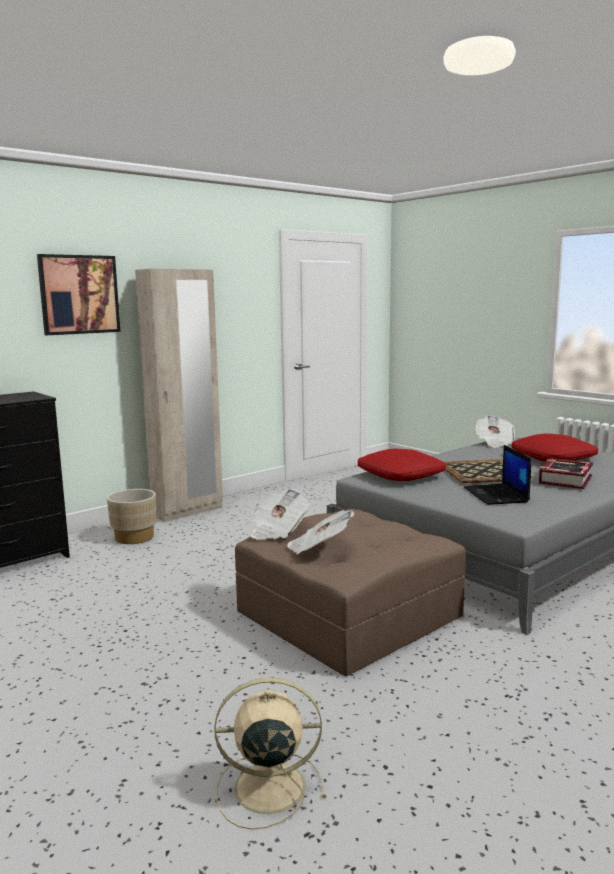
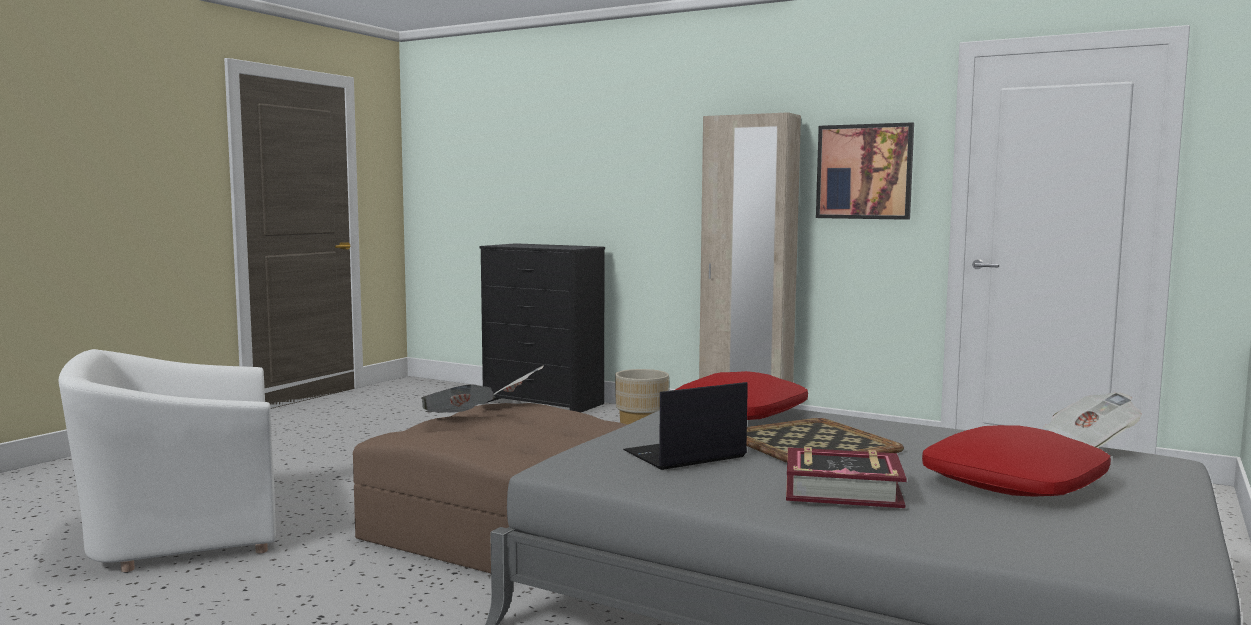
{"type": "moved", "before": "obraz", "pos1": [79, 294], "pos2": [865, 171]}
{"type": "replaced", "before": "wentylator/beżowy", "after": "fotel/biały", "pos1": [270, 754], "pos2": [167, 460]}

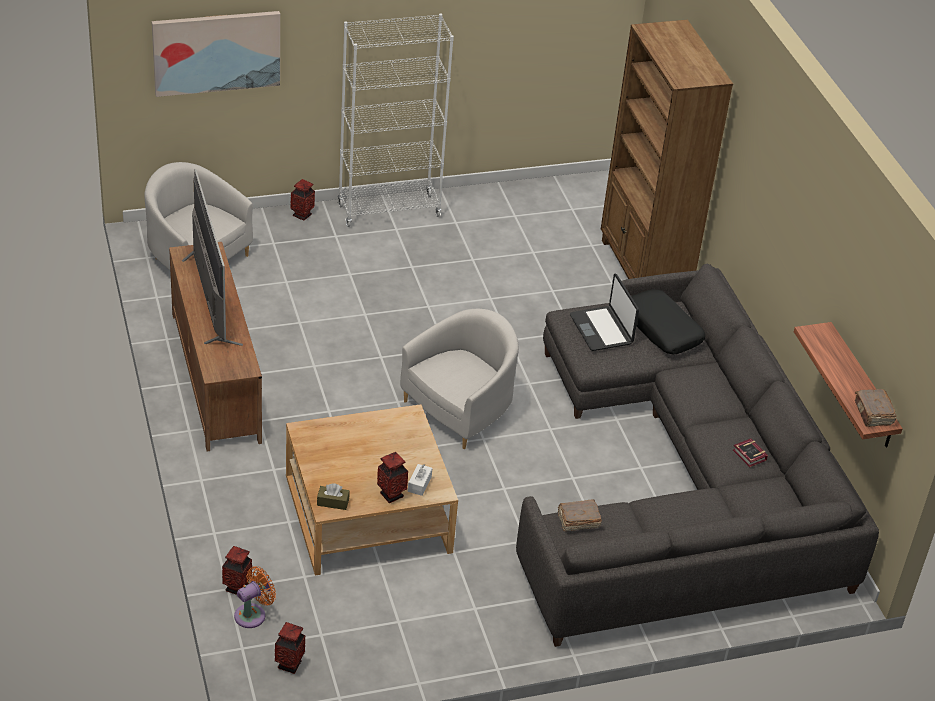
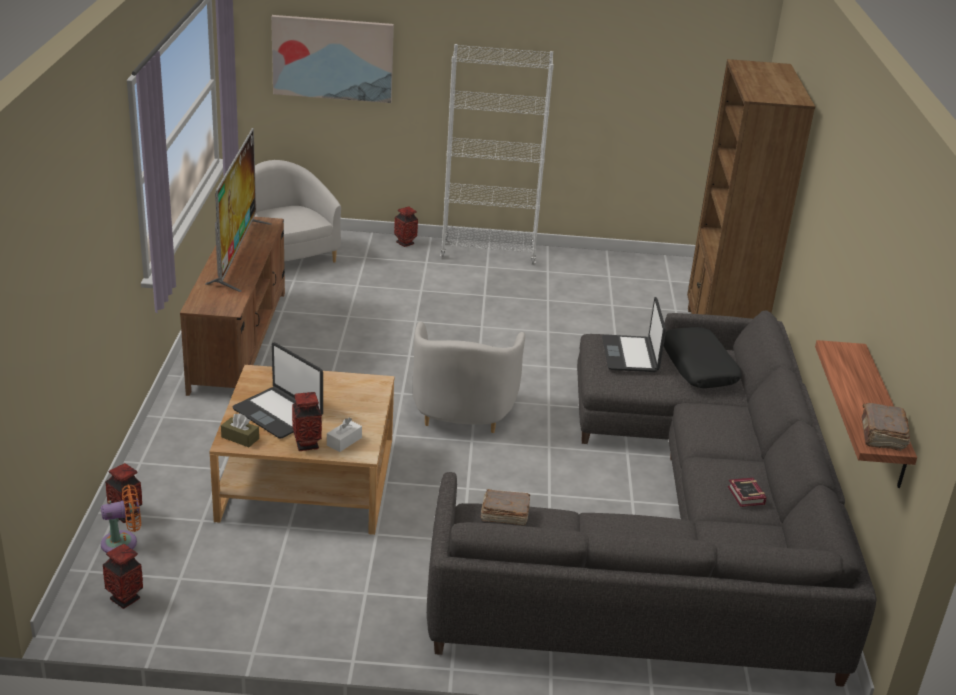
{"type": "added", "after": "laptop", "pos2": [278, 390]}
{"type": "turned", "before": "fotel/biały", "pos1": [459, 379], "pos2": [469, 377], "turn": 120}

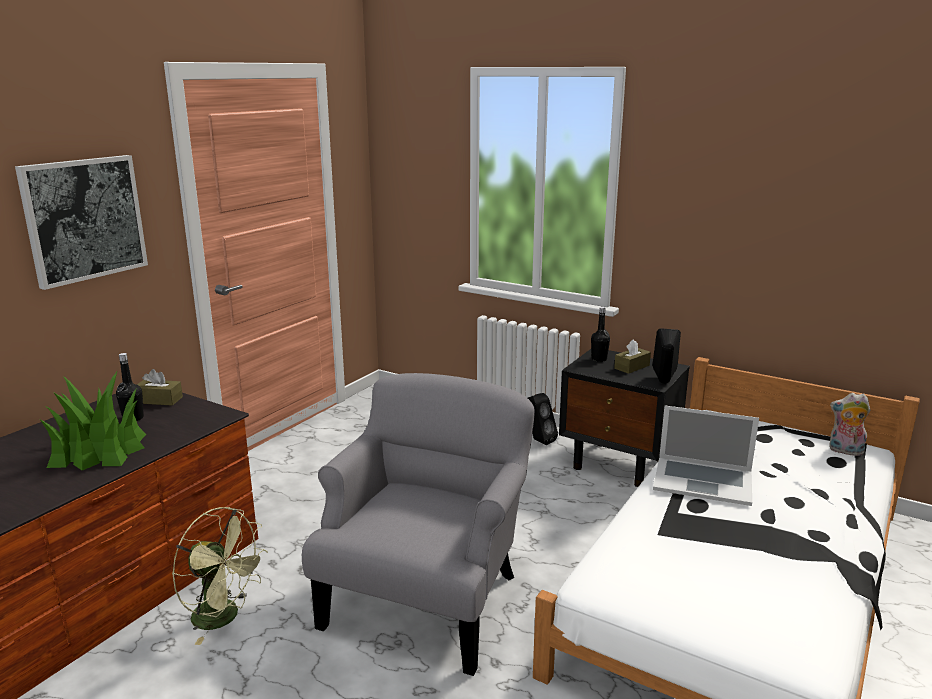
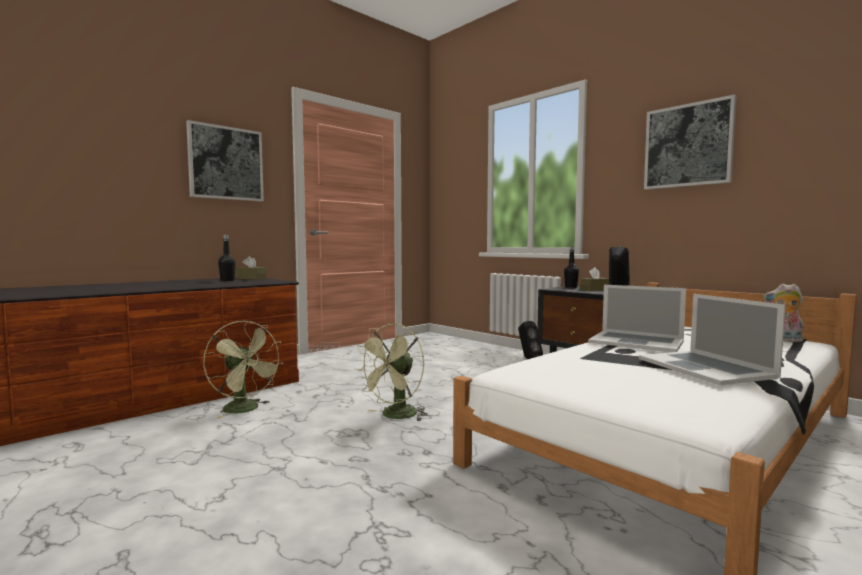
{"type": "removed", "before": "roślina doniczkowa", "pos1": [93, 421]}
{"type": "added", "after": "laptop", "pos2": [712, 339]}
{"type": "added", "after": "obraz", "pos2": [690, 142]}
{"type": "replaced", "before": "fotel/szary", "after": "wentylator/zielony", "pos1": [418, 524], "pos2": [391, 372]}

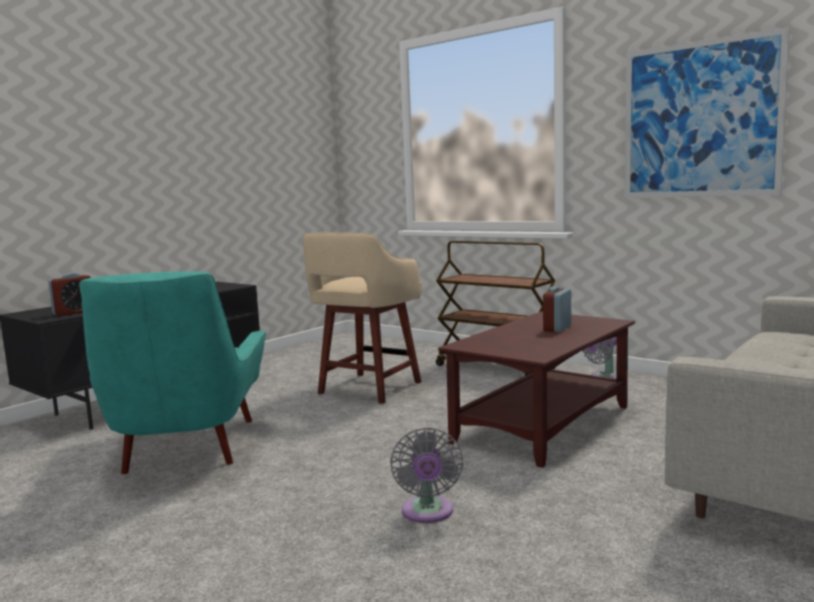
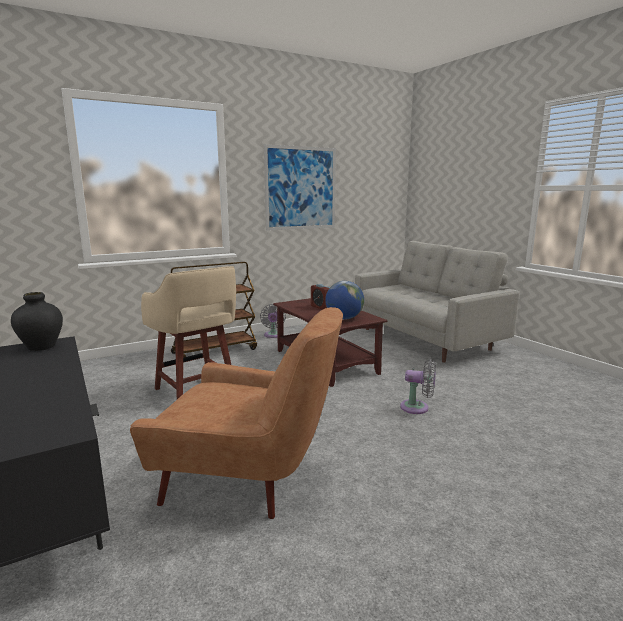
{"type": "removed", "before": "budzik", "pos1": [69, 294]}
{"type": "added", "after": "wazon/czarny", "pos2": [37, 321]}
{"type": "added", "after": "globus", "pos2": [344, 300]}
{"type": "recoloured", "before": "fotel/turkusowy", "after": "fotel/brązowy", "pos1": [172, 372], "pos2": [236, 413]}

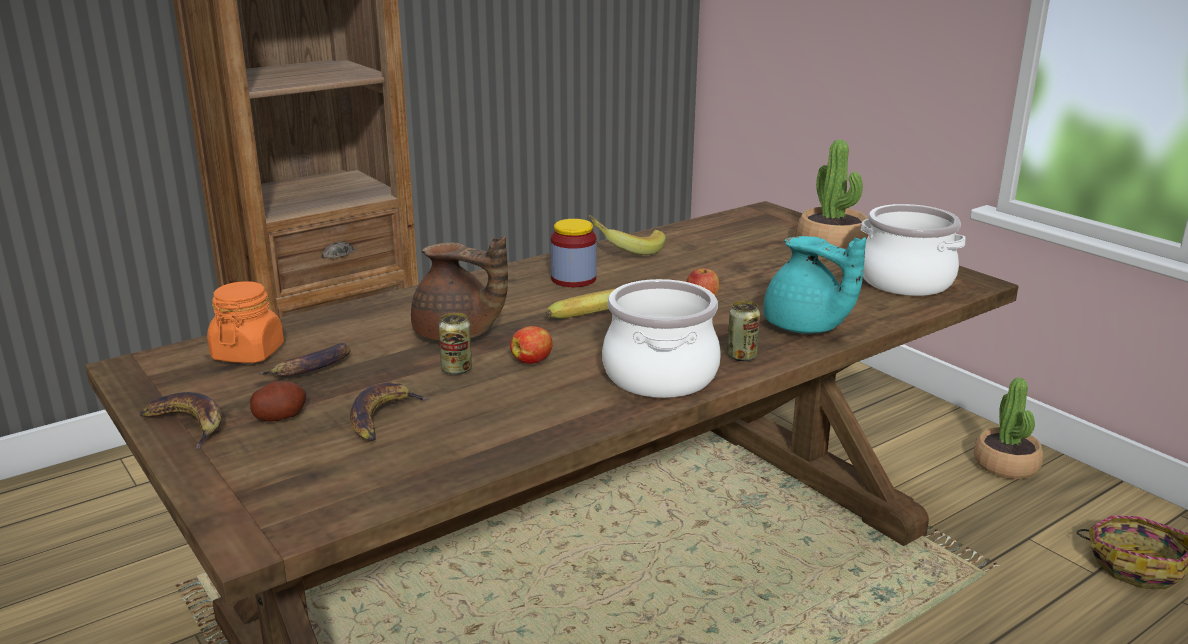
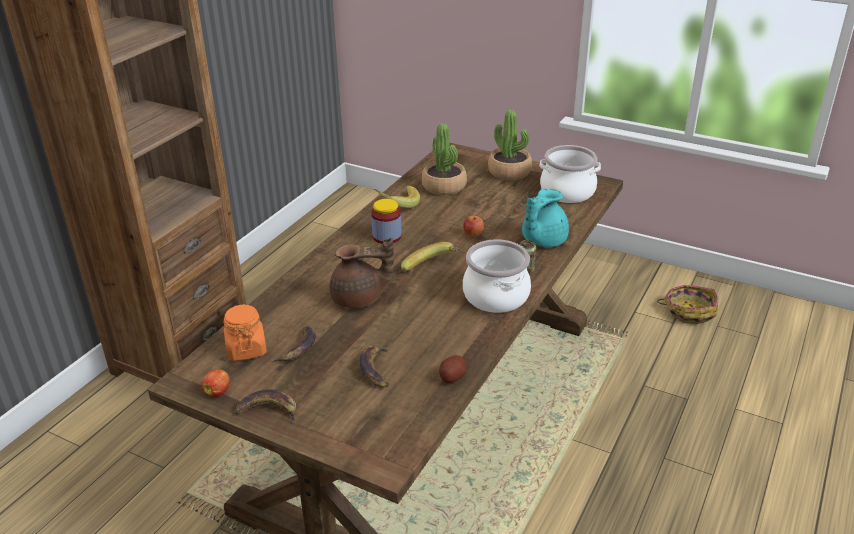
{"type": "removed", "before": "puszka", "pos1": [455, 344]}
{"type": "moved", "before": "ziemniak", "pos1": [278, 401], "pos2": [452, 369]}
{"type": "moved", "before": "jabłko", "pos1": [531, 345], "pos2": [215, 383]}
{"type": "moved", "before": "roślina doniczkowa", "pos1": [1008, 428], "pos2": [444, 159]}
{"type": "turned", "before": "imbryk/turkusowy", "pos1": [814, 285], "pos2": [545, 217], "turn": 105}

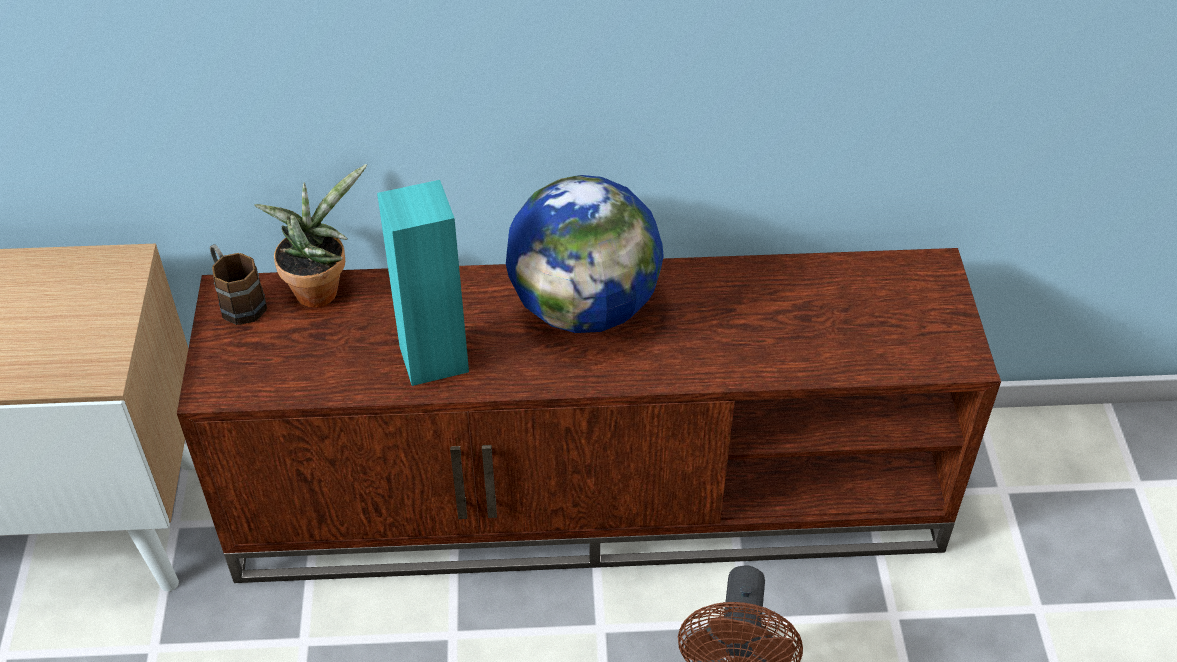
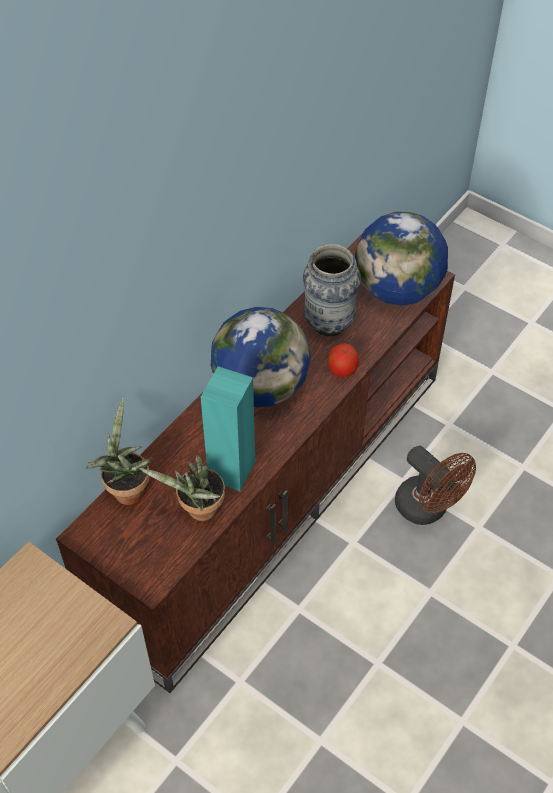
{"type": "removed", "before": "kubek/brązowy", "pos1": [238, 284]}
{"type": "added", "after": "roślina doniczkowa", "pos2": [182, 488]}
{"type": "added", "after": "wazon", "pos2": [332, 290]}
{"type": "added", "after": "jabłko", "pos2": [343, 360]}
{"type": "added", "after": "globus", "pos2": [401, 259]}

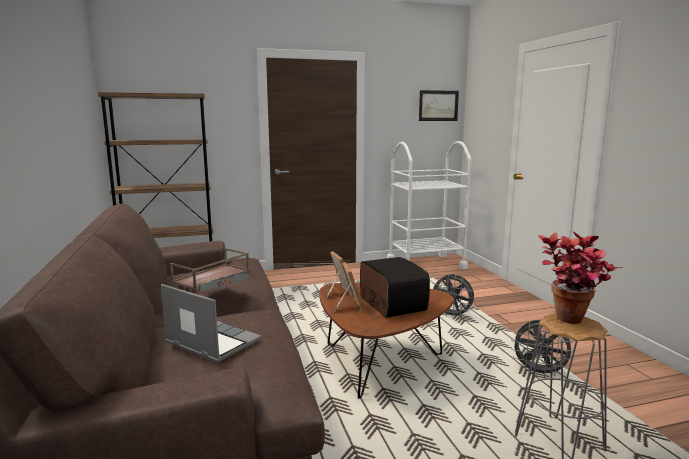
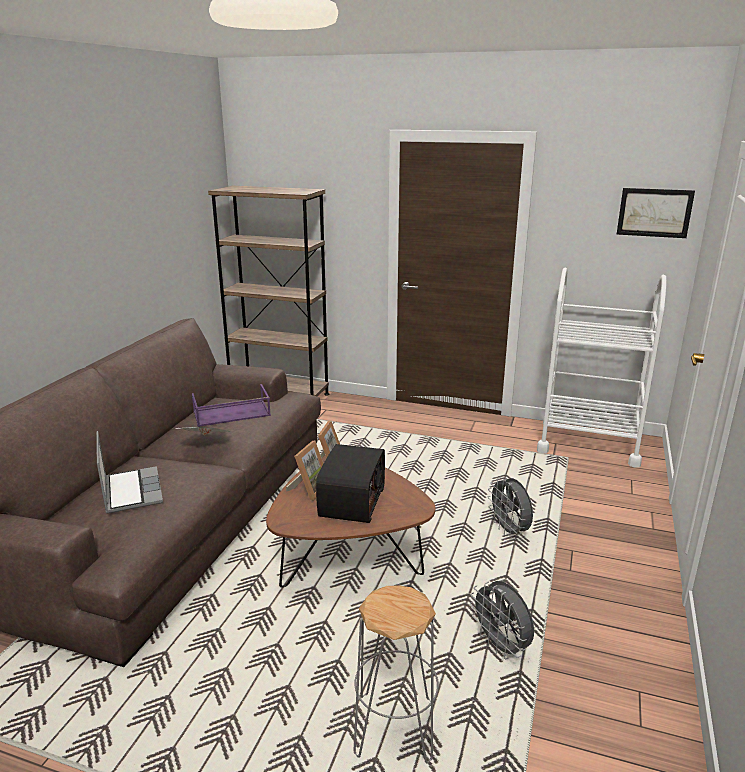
{"type": "removed", "before": "roślina doniczkowa", "pos1": [578, 278]}
{"type": "recoloured", "before": "taca/brązowy", "after": "taca/fioletowy", "pos1": [209, 269], "pos2": [231, 405]}

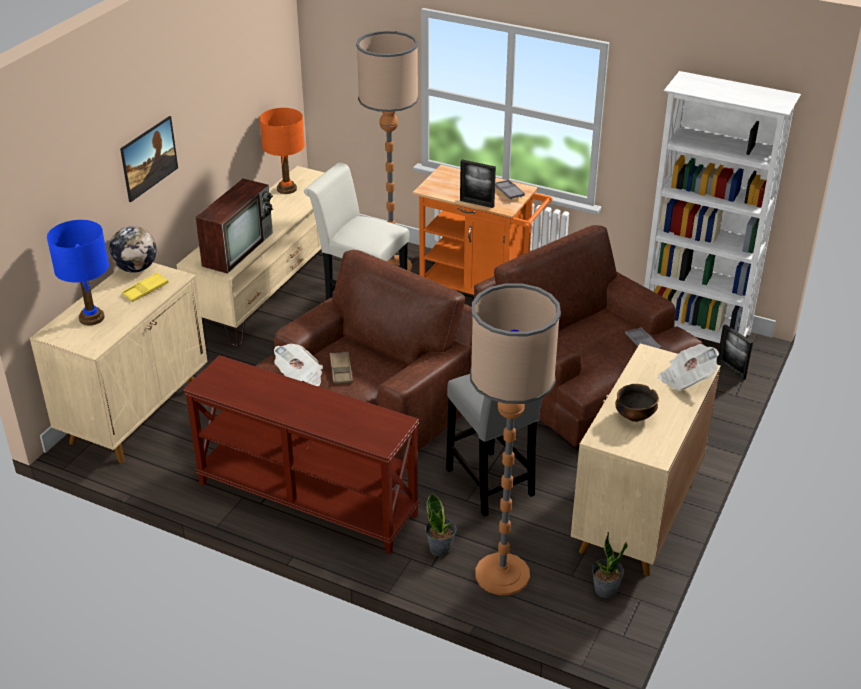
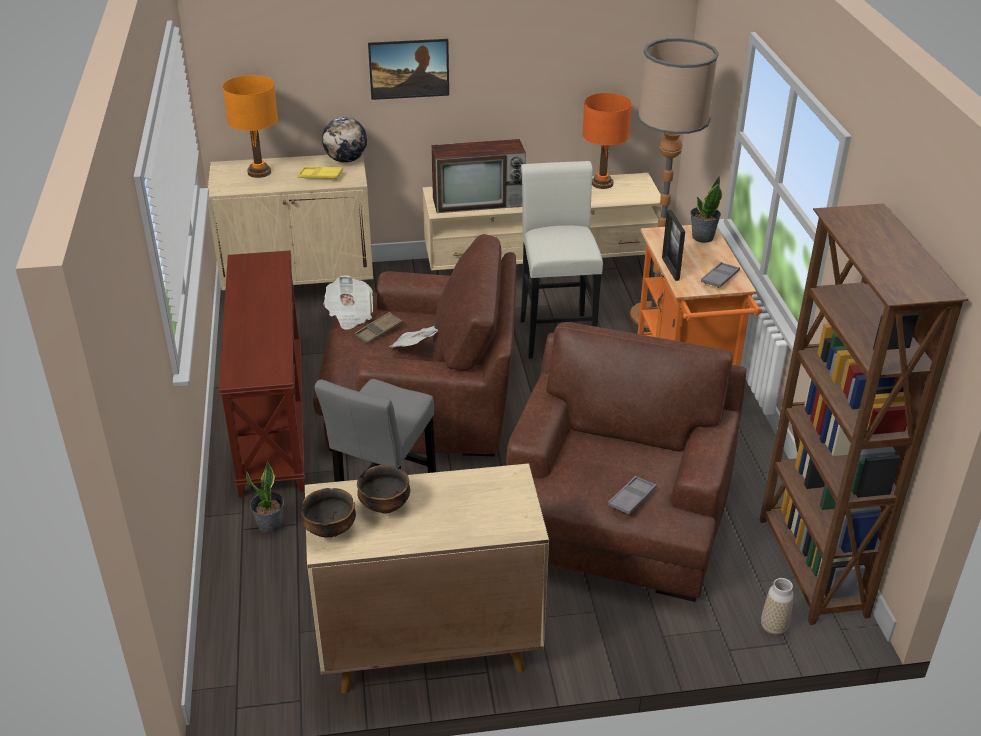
{"type": "removed", "before": "lampa stojąca", "pos1": [515, 439]}
{"type": "added", "after": "miska", "pos2": [328, 513]}
{"type": "moved", "before": "roślina doniczkowa", "pos1": [610, 565], "pos2": [706, 209]}
{"type": "moved", "before": "gazeta", "pos1": [688, 368], "pos2": [413, 336]}
{"type": "replaced", "before": "ramka na zdjęcie", "after": "wazon", "pos1": [735, 352], "pos2": [777, 606]}
{"type": "recoloured", "before": "lampa stołowa/niebieski", "after": "lampa stołowa/pomarańczowy", "pos1": [78, 272], "pos2": [250, 126]}
{"type": "recoloured", "before": "regał/biały", "after": "regał/brązowy", "pos1": [722, 207], "pos2": [864, 414]}

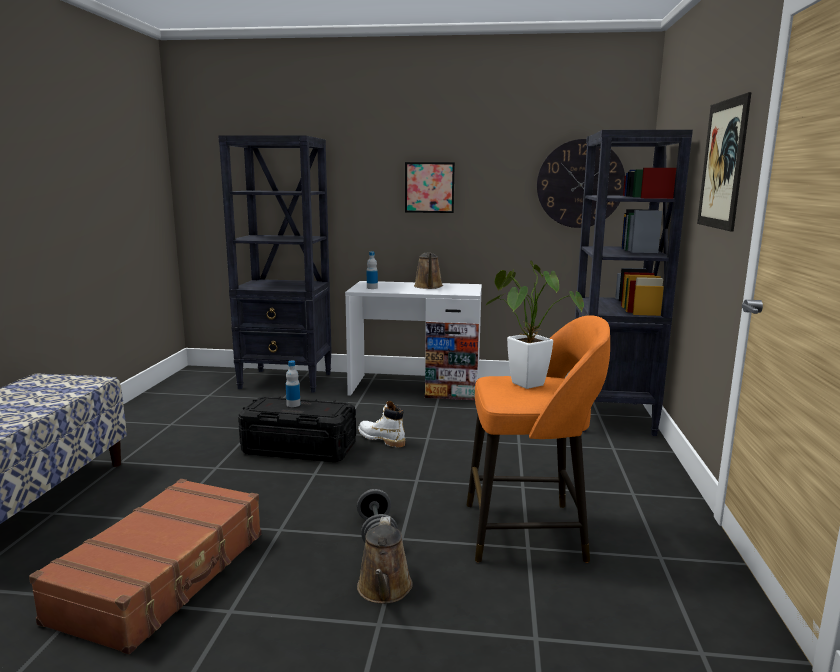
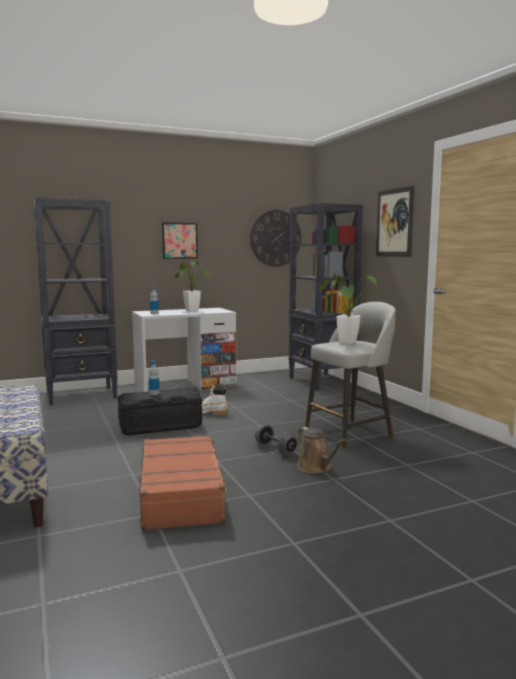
{"type": "replaced", "before": "konewka/brązowy", "after": "roślina doniczkowa", "pos1": [428, 271], "pos2": [192, 286]}
{"type": "recoloured", "before": "stołek/pomarańczowy", "after": "stołek/szary", "pos1": [538, 439], "pos2": [350, 375]}

